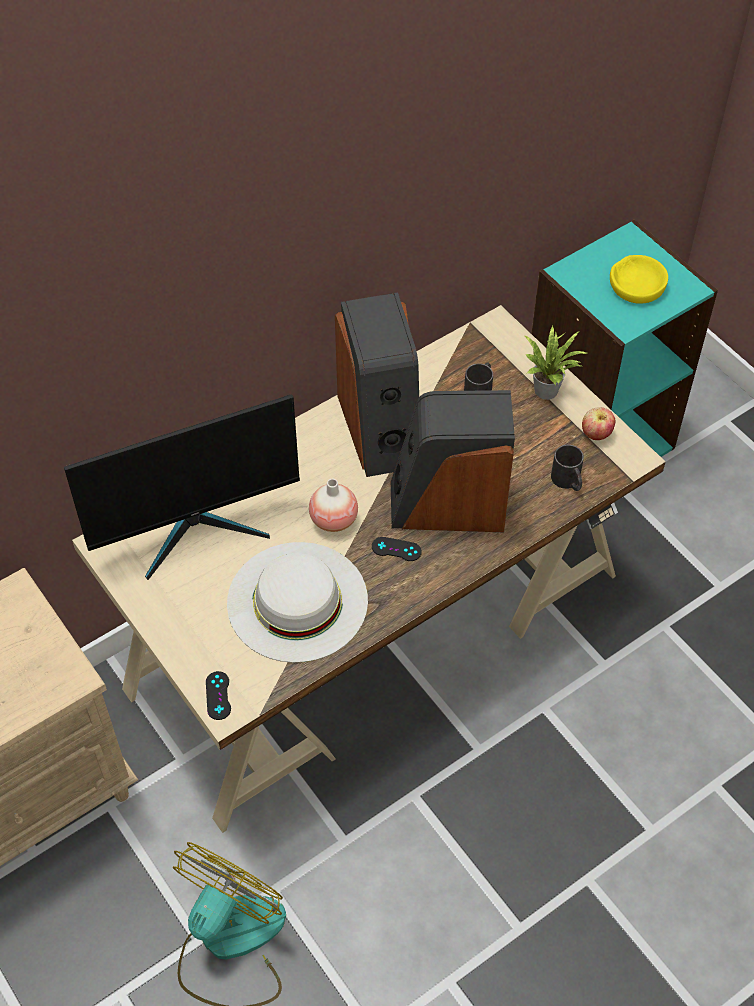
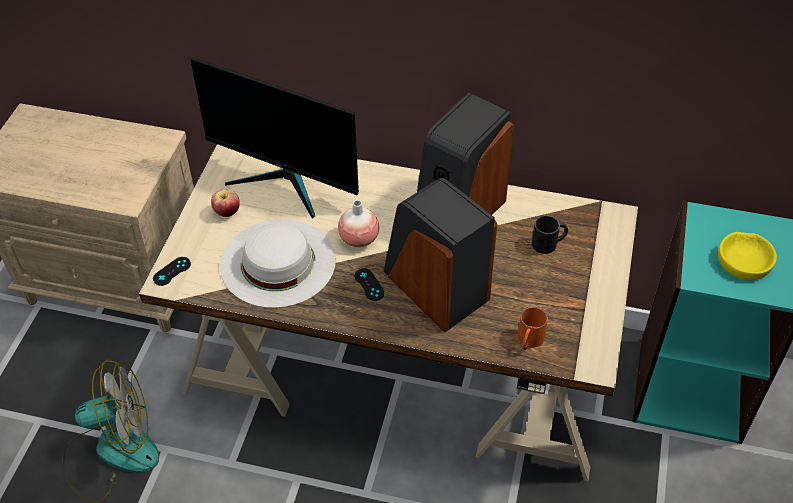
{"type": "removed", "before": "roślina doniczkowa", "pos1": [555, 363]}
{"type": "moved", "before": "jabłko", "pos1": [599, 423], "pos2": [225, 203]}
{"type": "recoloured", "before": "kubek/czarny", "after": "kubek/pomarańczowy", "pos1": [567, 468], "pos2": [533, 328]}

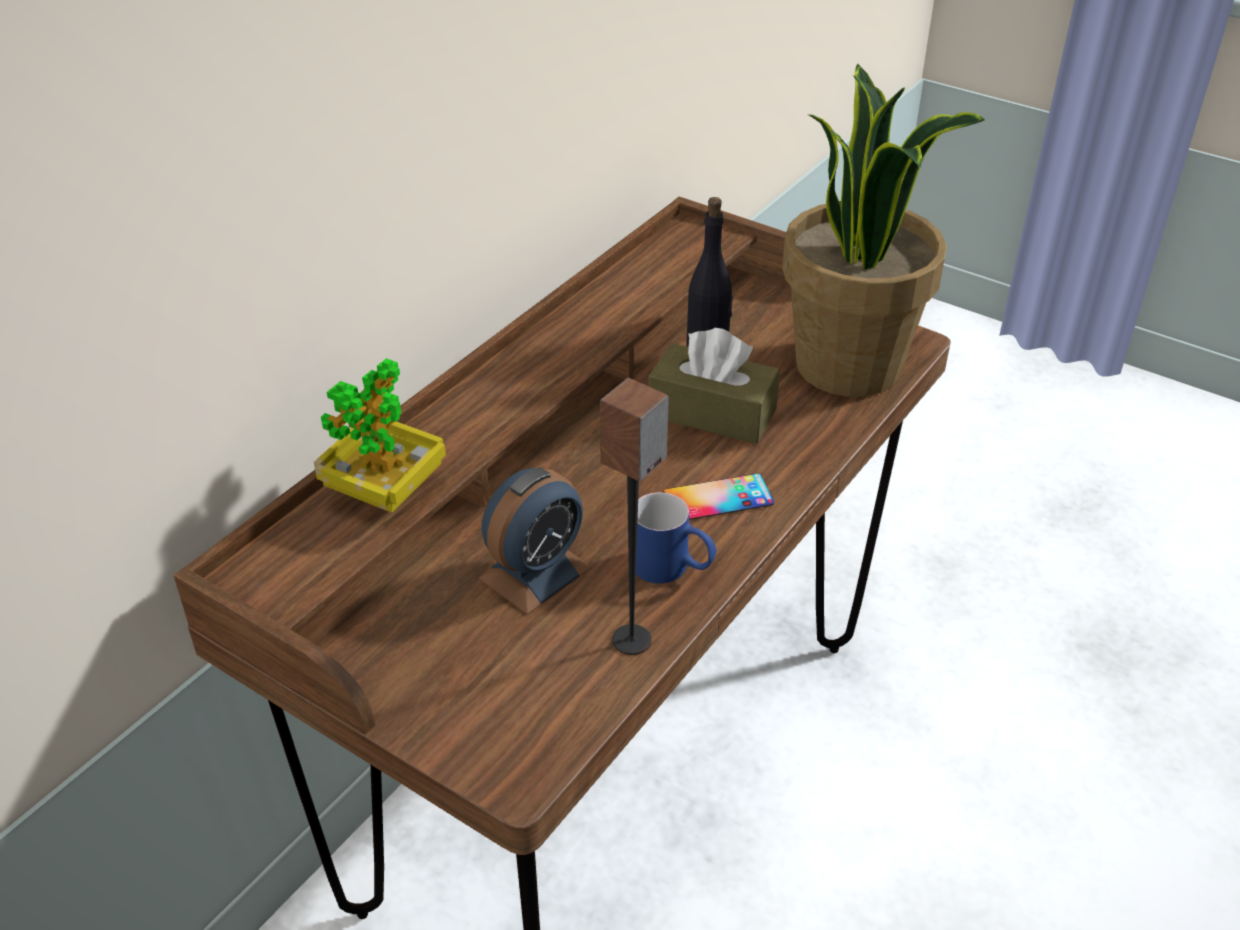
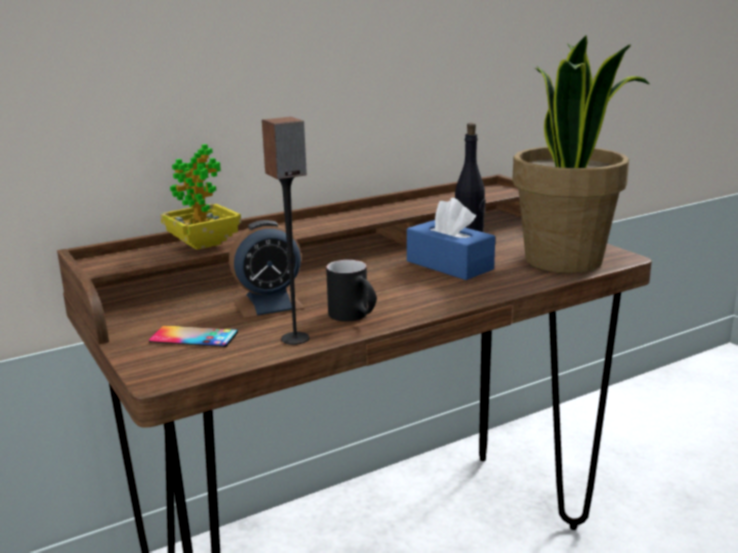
{"type": "moved", "before": "telefon", "pos1": [719, 496], "pos2": [193, 336]}
{"type": "recoloured", "before": "kubek/niebieski", "after": "kubek/czarny", "pos1": [676, 538], "pos2": [351, 290]}
{"type": "recoloured", "before": "pudełko chusteczek/brązowy", "after": "pudełko chusteczek/niebieski", "pos1": [714, 386], "pos2": [451, 239]}

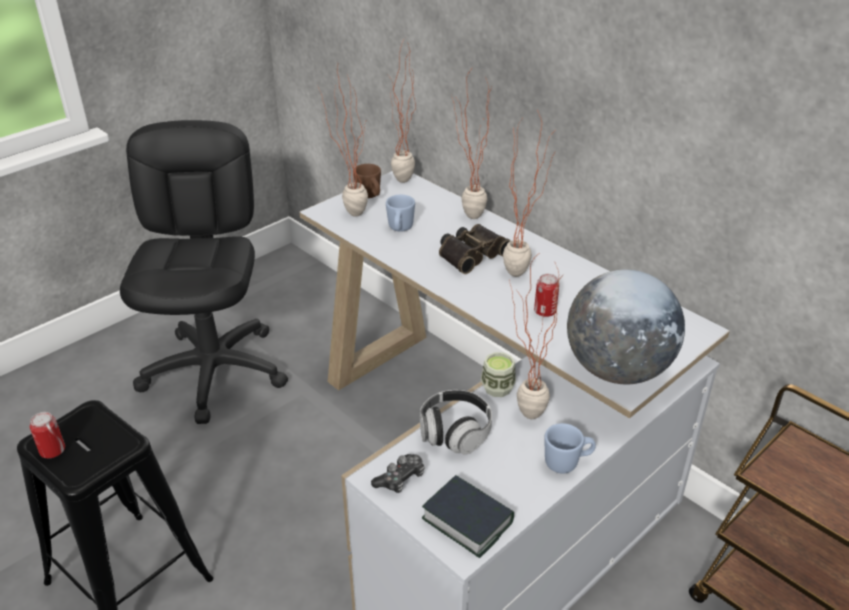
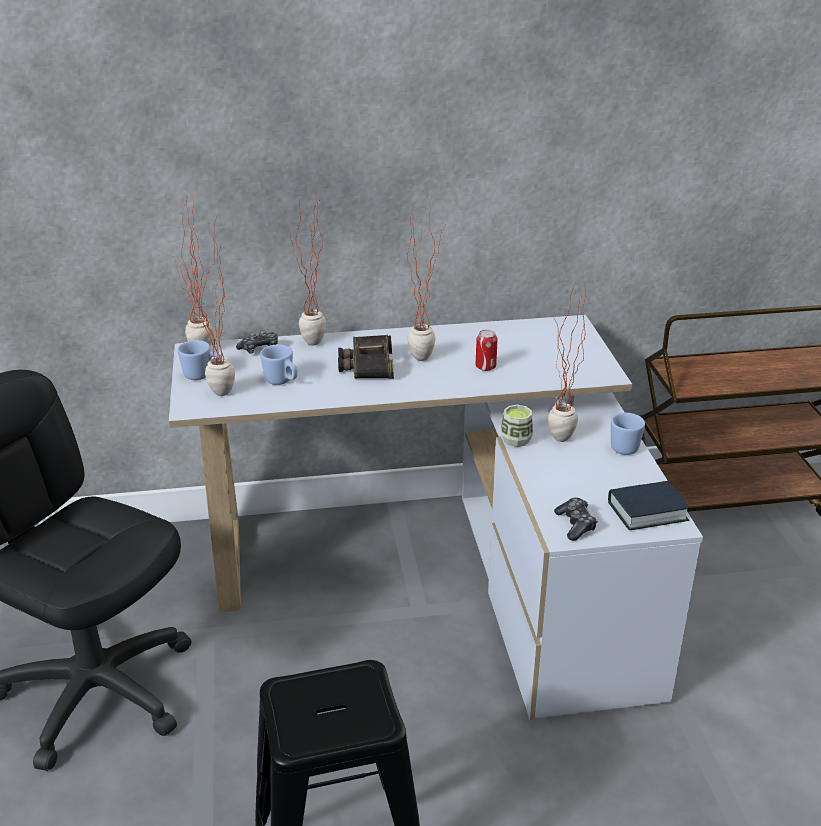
{"type": "removed", "before": "puszka", "pos1": [47, 435]}
{"type": "removed", "before": "słuchawki", "pos1": [456, 422]}
{"type": "removed", "before": "globus", "pos1": [626, 327]}
{"type": "added", "after": "pad do gier", "pos2": [257, 342]}
{"type": "recoloured", "before": "kubek/brązowy", "after": "kubek/niebieski", "pos1": [367, 181], "pos2": [199, 360]}

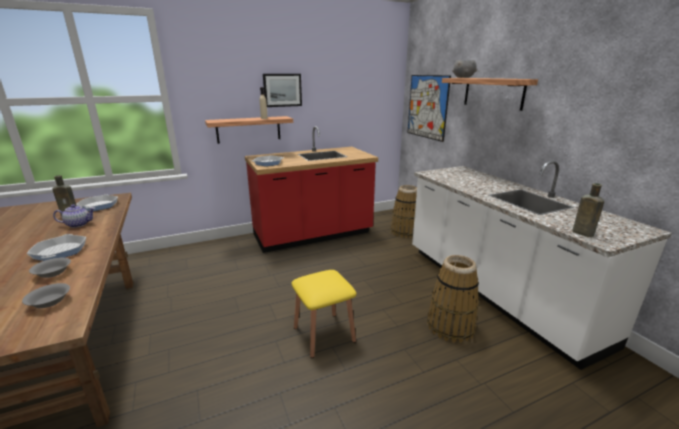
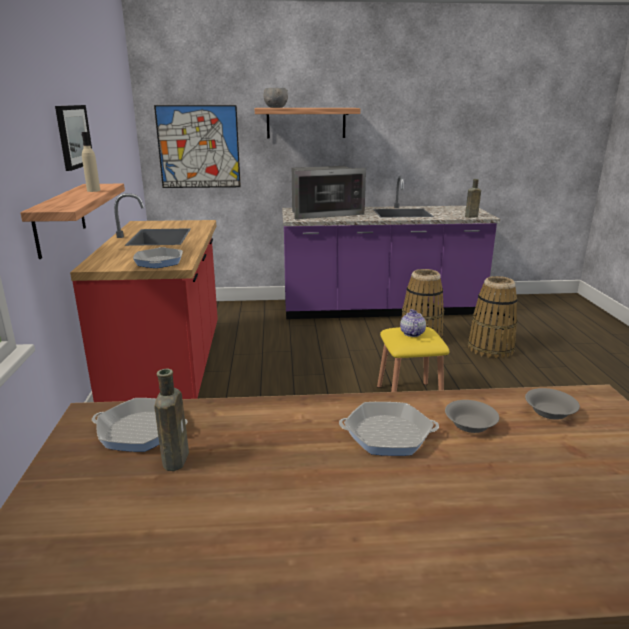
{"type": "added", "after": "mikrofalówka", "pos2": [329, 192]}
{"type": "moved", "before": "imbryk", "pos1": [74, 216], "pos2": [413, 323]}
{"type": "moved", "before": "koszyk", "pos1": [404, 211], "pos2": [493, 317]}
{"type": "recoloured", "before": "zabudowa kuchenna/biały", "after": "zabudowa kuchenna/fioletowy", "pos1": [542, 265], "pos2": [391, 247]}

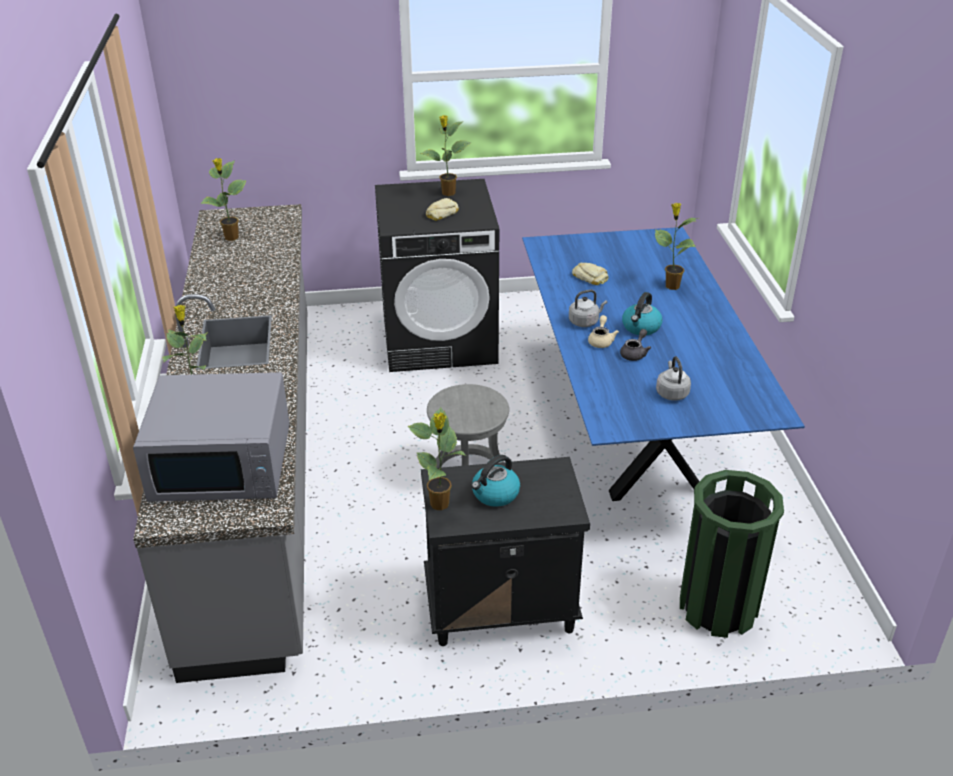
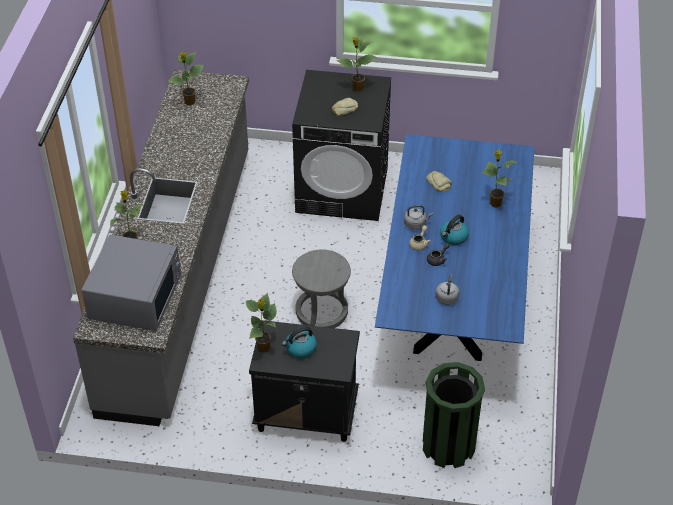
{"type": "turned", "before": "mikrofalówka/szary", "pos1": [211, 437], "pos2": [131, 282], "turn": -90}

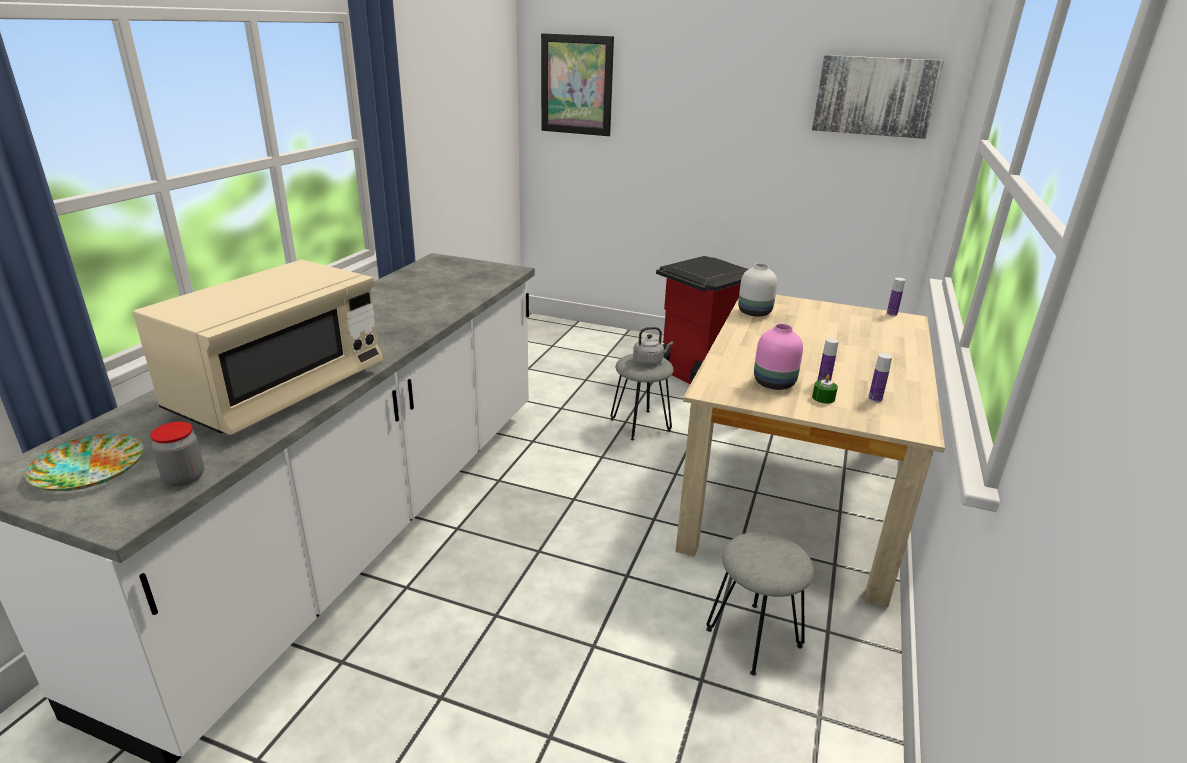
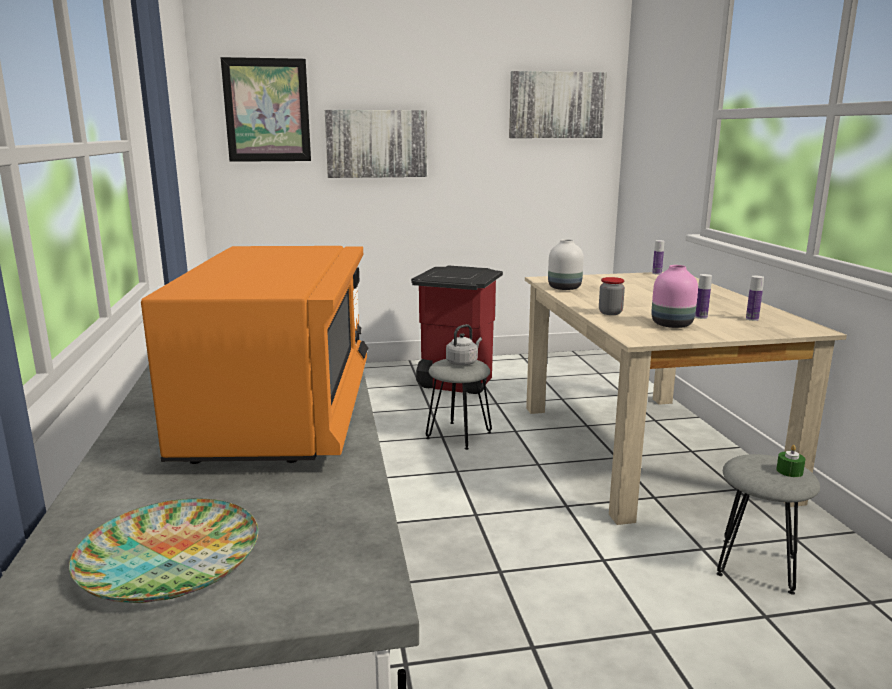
{"type": "added", "after": "obraz", "pos2": [376, 144]}
{"type": "moved", "before": "słoik", "pos1": [177, 454], "pos2": [612, 296]}
{"type": "moved", "before": "świeca/zielony", "pos1": [825, 389], "pos2": [791, 461]}
{"type": "recoloured", "before": "mikrofalówka/beżowy", "after": "mikrofalówka/pomarańczowy", "pos1": [258, 347], "pos2": [255, 355]}

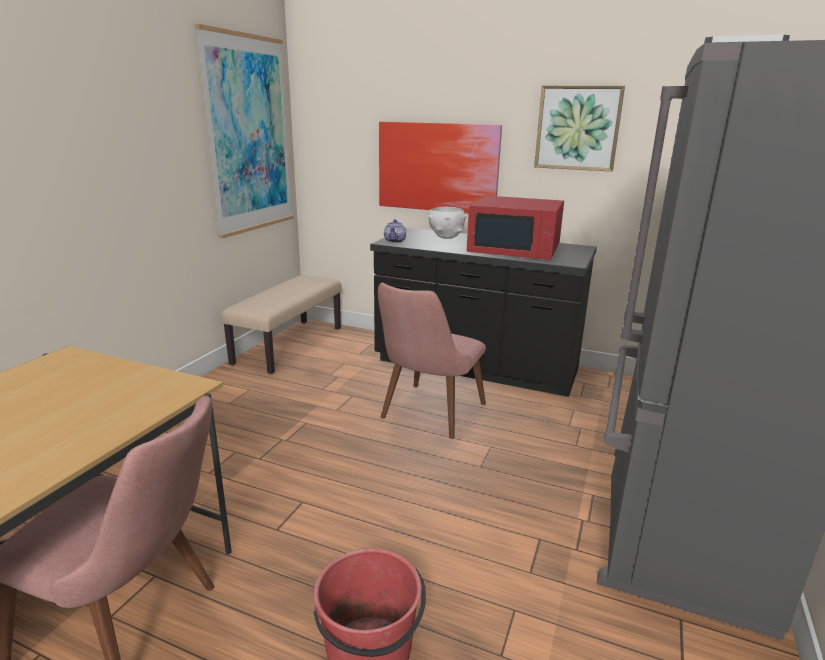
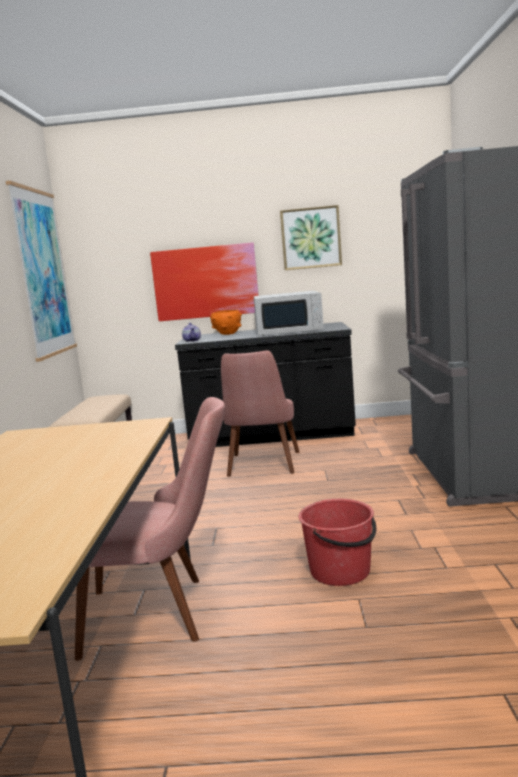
{"type": "recoloured", "before": "miska/biały", "after": "miska/pomarańczowy", "pos1": [447, 223], "pos2": [226, 322]}
{"type": "recoloured", "before": "mikrofalówka/czerwony", "after": "mikrofalówka/biały", "pos1": [515, 228], "pos2": [289, 313]}

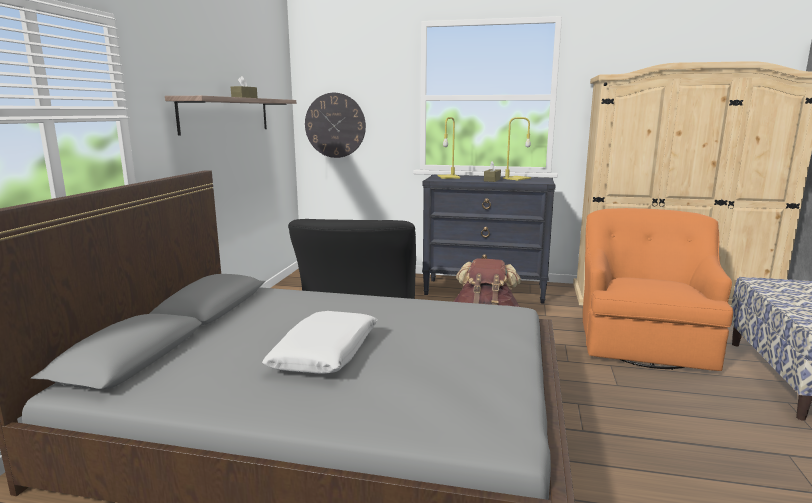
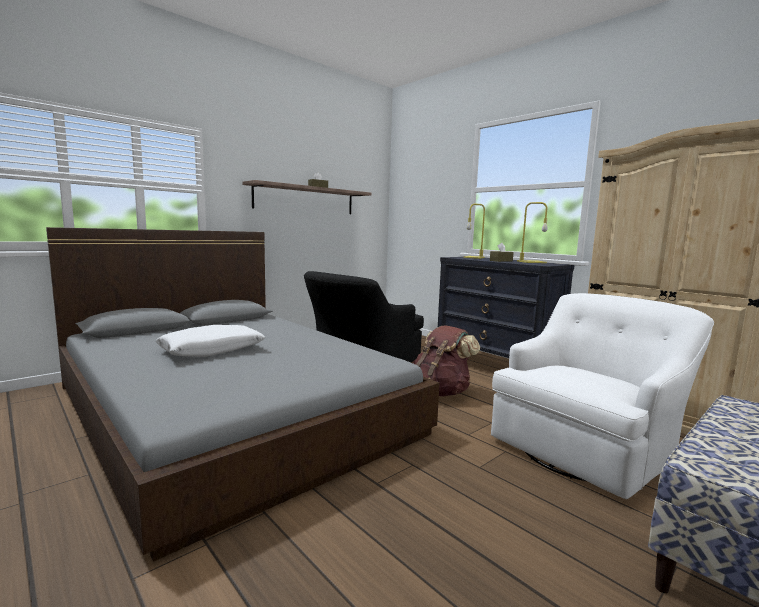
{"type": "removed", "before": "zegar ścienny", "pos1": [335, 125]}
{"type": "recoloured", "before": "fotel/pomarańczowy", "after": "fotel/biały", "pos1": [658, 289], "pos2": [602, 396]}

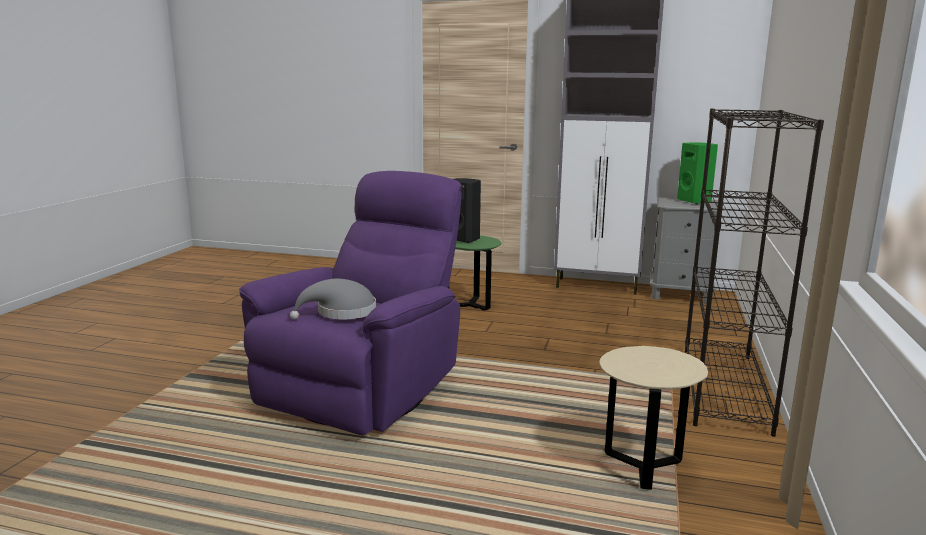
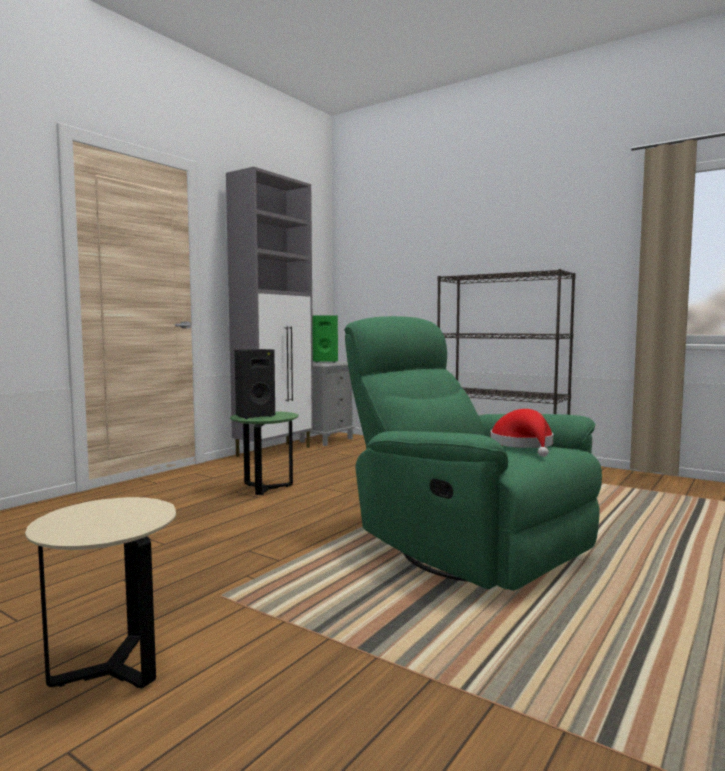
{"type": "moved", "before": "stolik/beżowy", "pos1": [653, 418], "pos2": [100, 592]}
{"type": "recoloured", "before": "fotel/fioletowy", "after": "fotel/zielony", "pos1": [351, 303], "pos2": [473, 453]}
{"type": "recoloured", "before": "kapelusz/szary", "after": "kapelusz/czerwony", "pos1": [333, 299], "pos2": [521, 433]}

